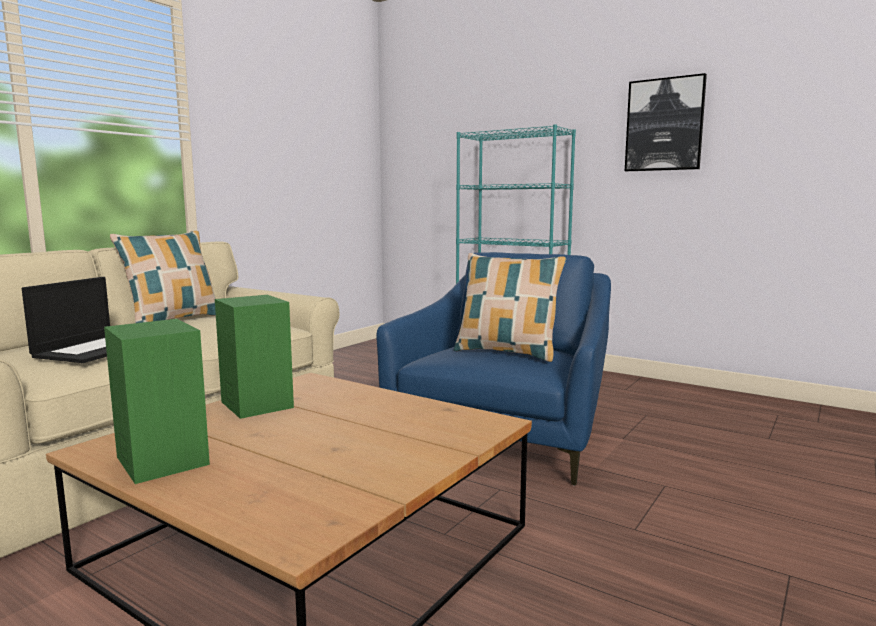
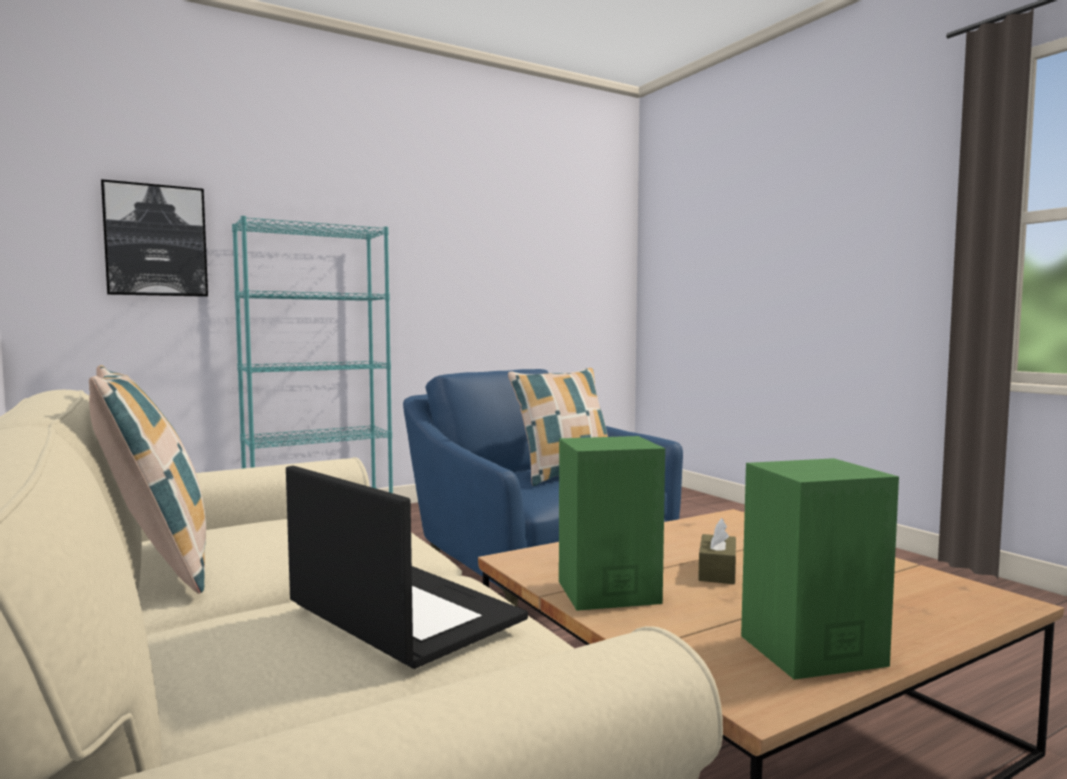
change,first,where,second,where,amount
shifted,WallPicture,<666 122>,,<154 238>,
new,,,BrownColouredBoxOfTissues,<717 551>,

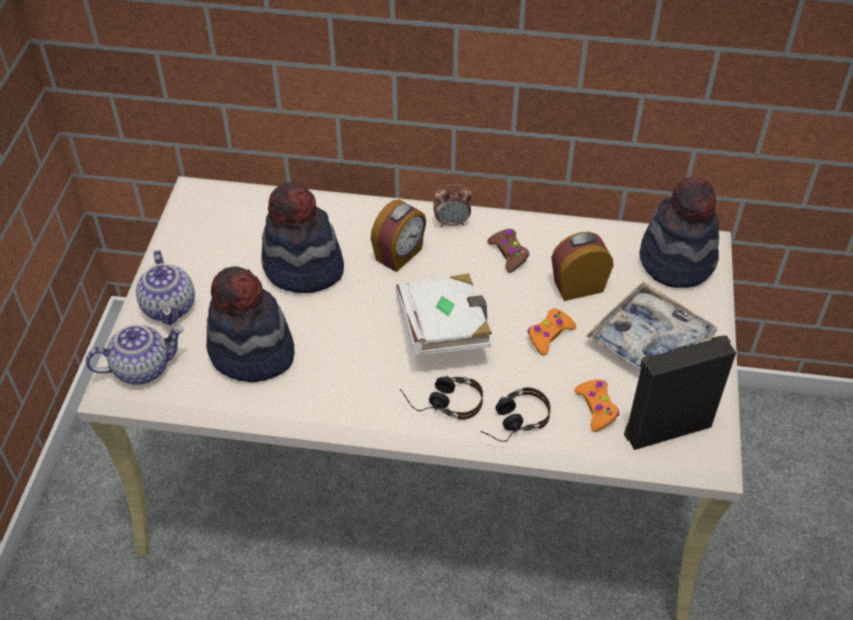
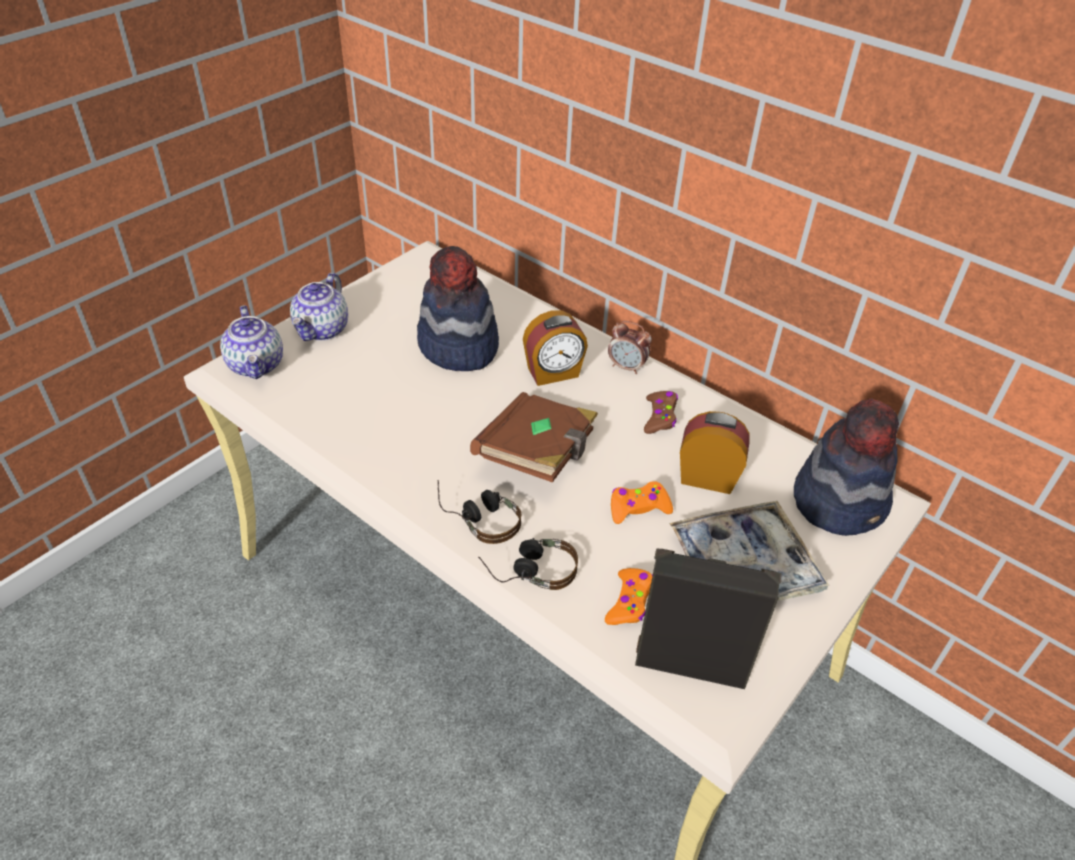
change,first,where,second,where,amount
gone,Hat,<250 324>,,,
repainted,WhitishVolume,<444 314>,BrownColouredVolume,<534 437>,
rotated,Teapot,<135 355>,,<251 342>,60 degrees clockwise

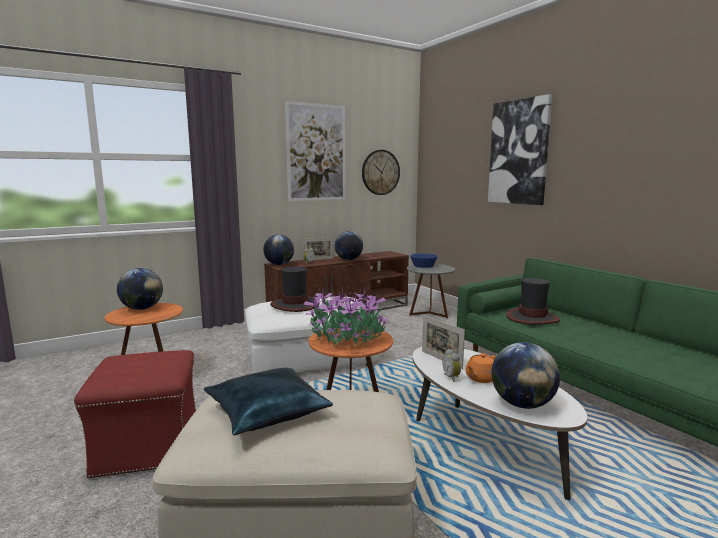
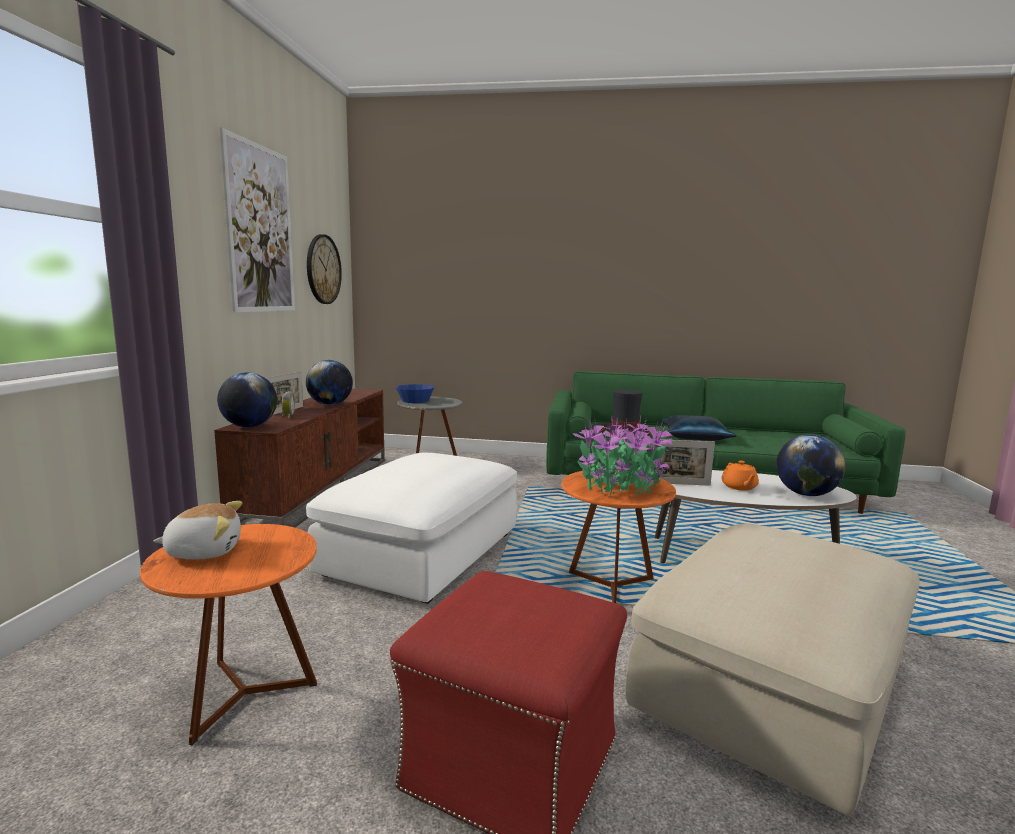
change,first,where,second,where,amount
gone,WallPicture,<520 149>,,,
gone,Hat,<294 289>,,,
swapped,DeskGlobe,<140 289>,CuddlyToy,<198 530>,
gone,TableClock,<451 365>,,,
shifted,BlueColouredCushion,<268 401>,,<699 427>,

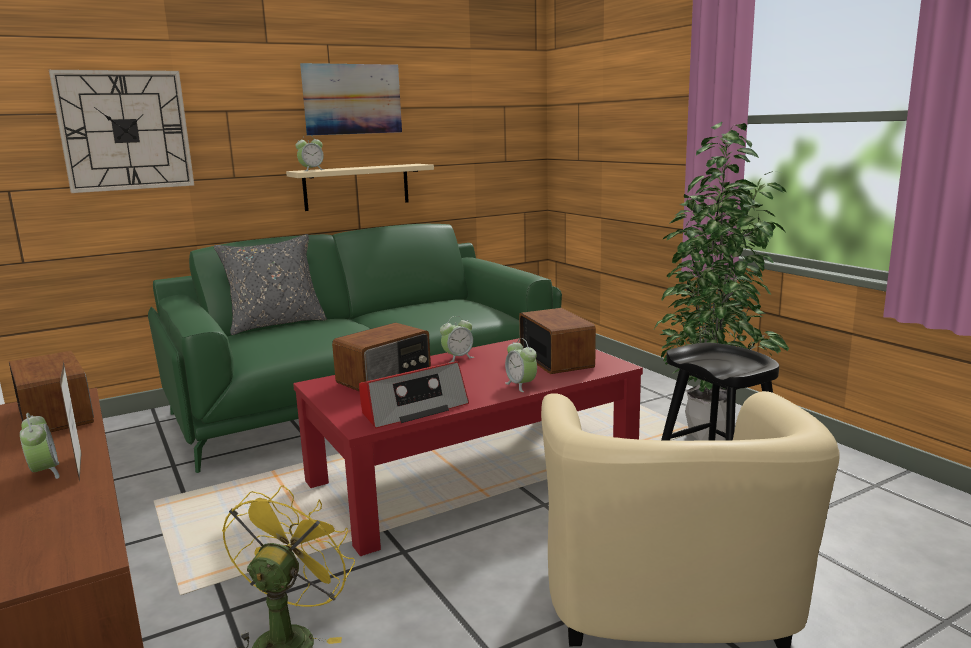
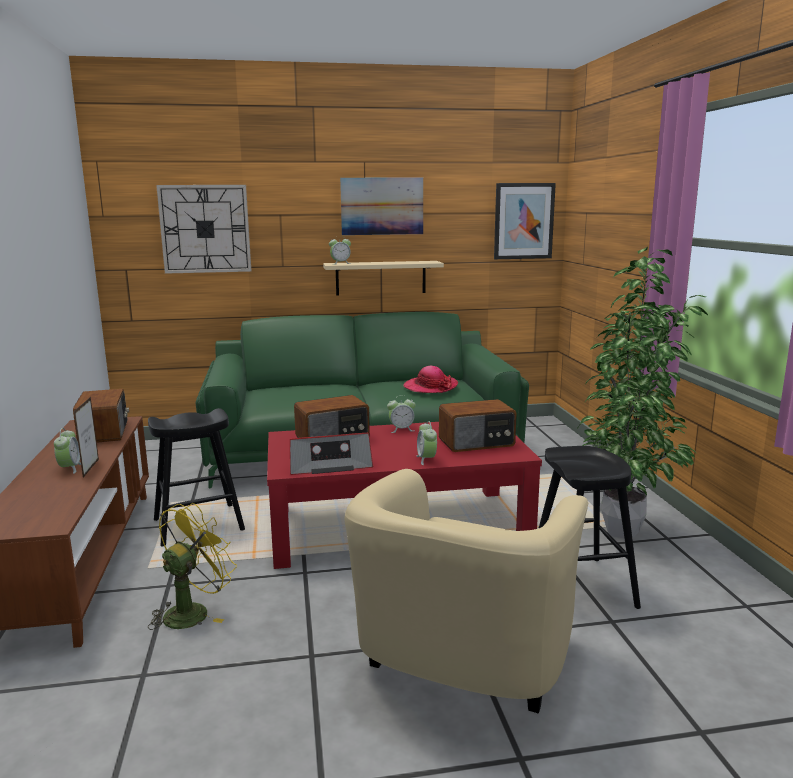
change,first,where,second,where,amount
gone,GreyishCushion,<270 284>,,,
rotated,RadioSet,<557 341>,,<478 425>,75 degrees clockwise
new,,,WallPicture,<525 221>,
new,,,Hat,<430 379>,
new,,,BlackStool,<196 477>,

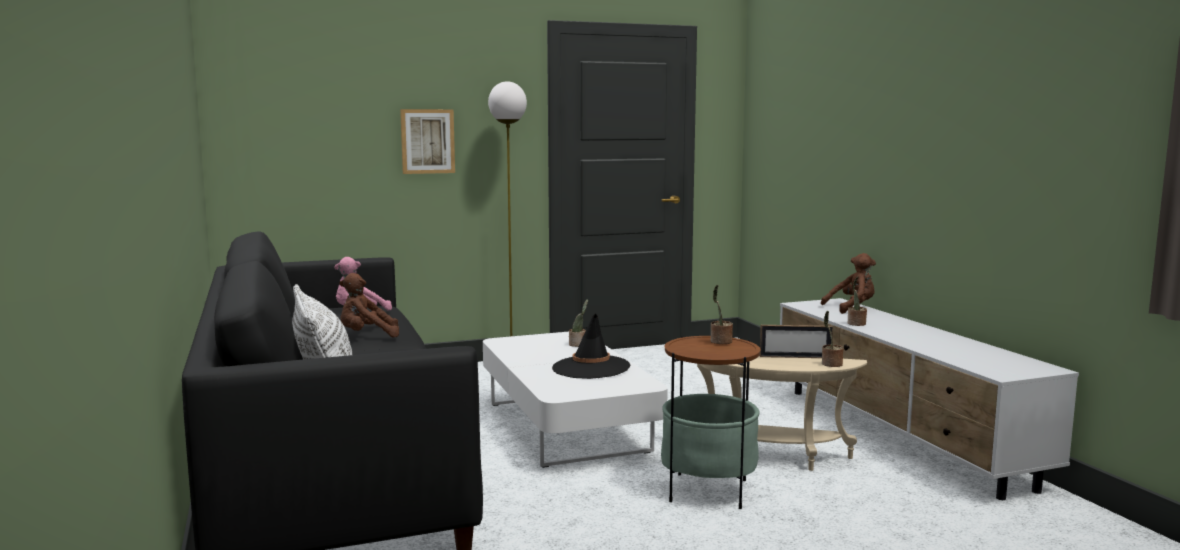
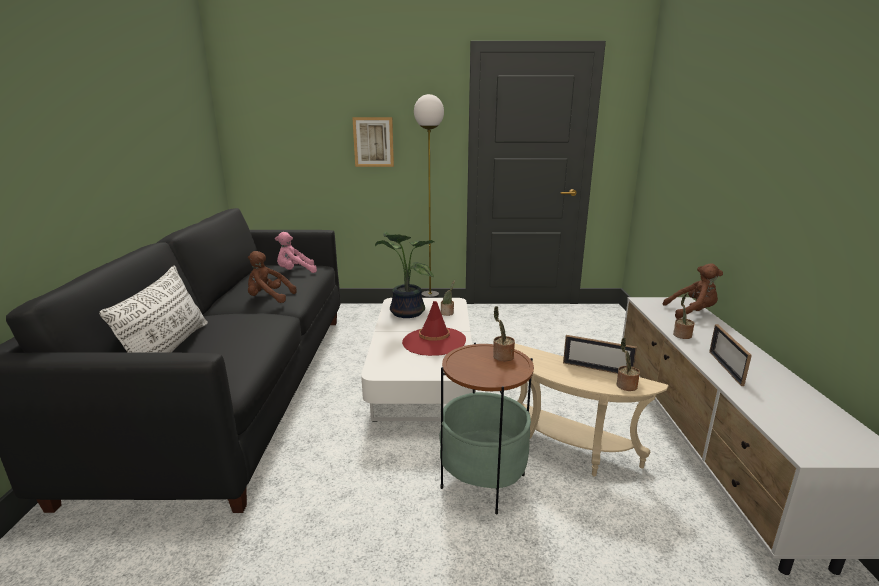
change,first,where,second,where,amount
repainted,BlackHat,<591 346>,RedHat,<434 328>,
new,,,Houseplant,<404 275>,
new,,,PhotoFrame,<730 355>,

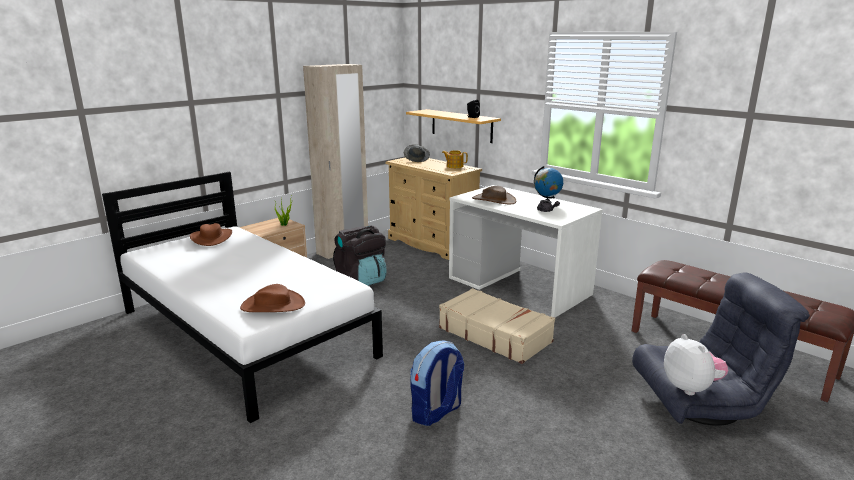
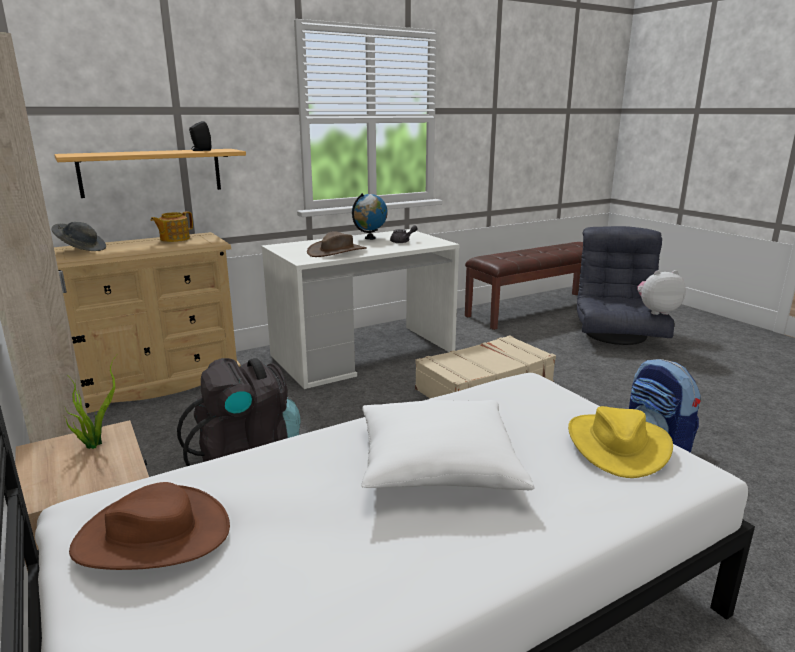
change,first,where,second,where,amount
repainted,BrownColouredHat,<272 298>,YellowishHat,<620 442>,
new,,,WhitishCushion,<448 445>,

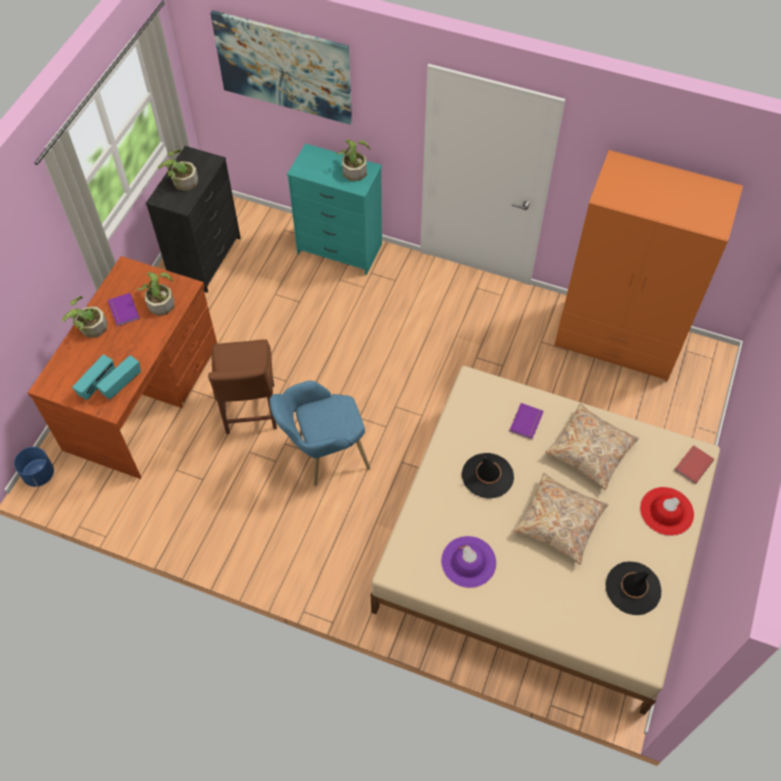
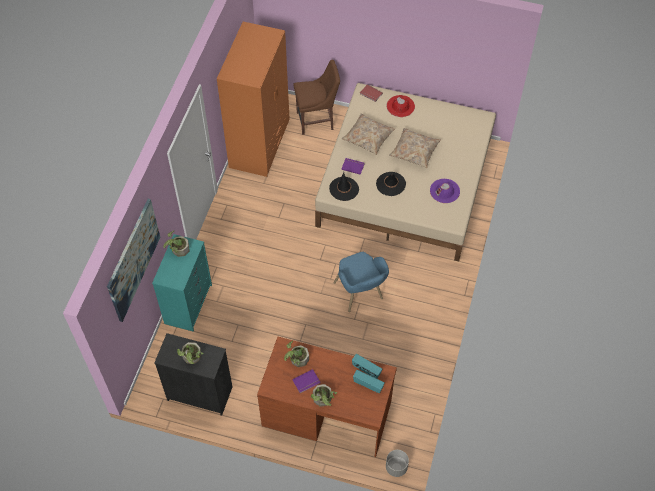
change,first,where,second,where,amount
shifted,BrownColouredUprightChair,<242 386>,,<317 97>,
repainted,BlueColouredPlanter,<34 467>,GreyishPlanter,<397 463>,
shifted,BlackHat,<633 588>,,<344 186>,

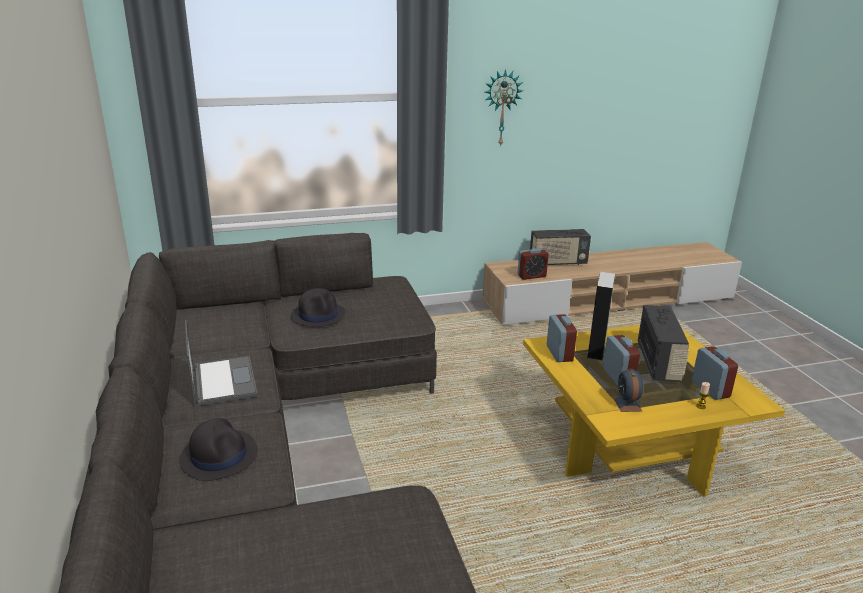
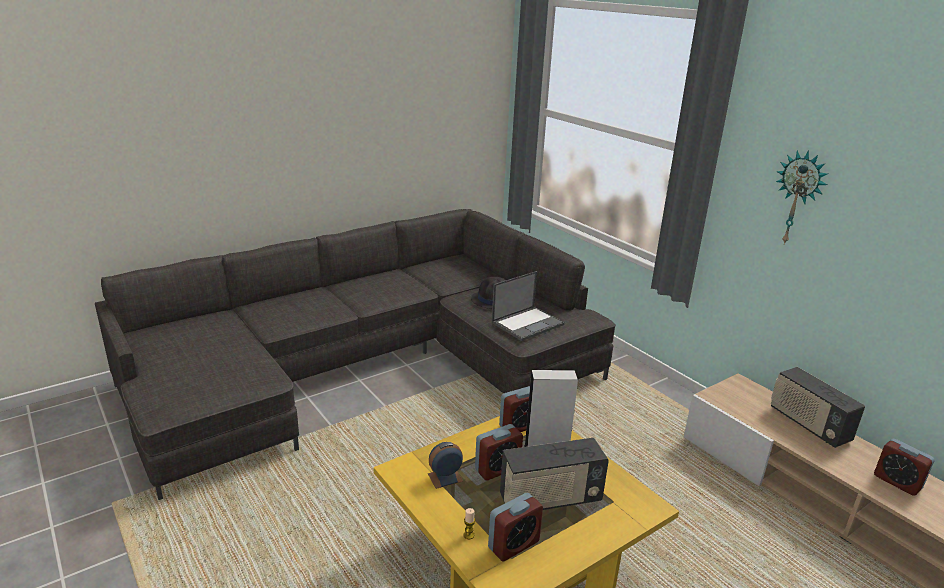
change,first,where,second,where,amount
shifted,TableClock,<533 264>,,<904 467>,
shifted,PortableComputer,<221 362>,,<528 306>,
gone,BlackHat,<218 449>,,,

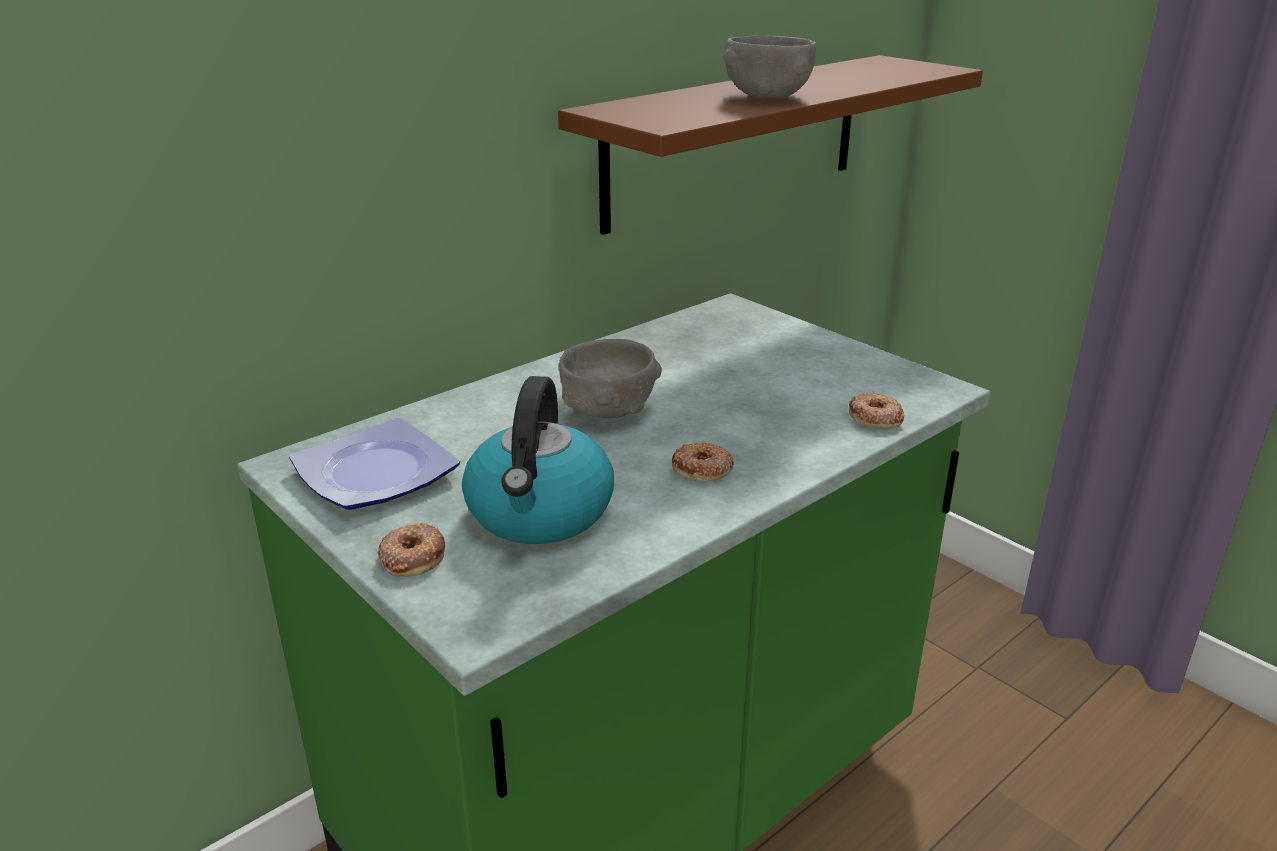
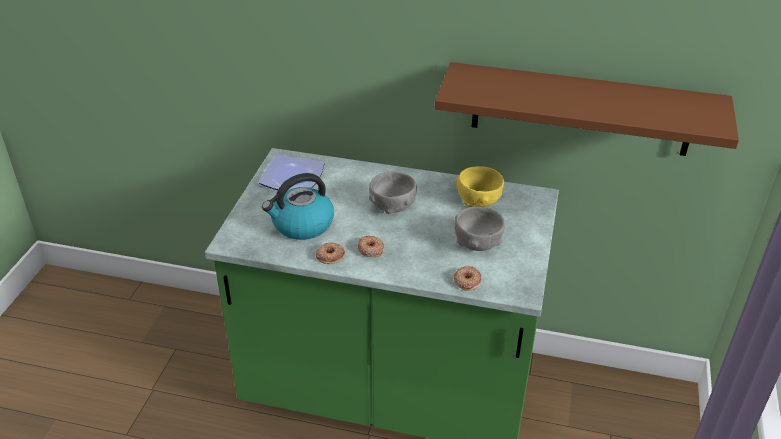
change,first,where,second,where,amount
shifted,GreyishDeepDish,<769 67>,,<479 228>,
shifted,RingDoughnut,<411 550>,,<330 253>,
new,,,YellowishDeepDish,<479 186>,

